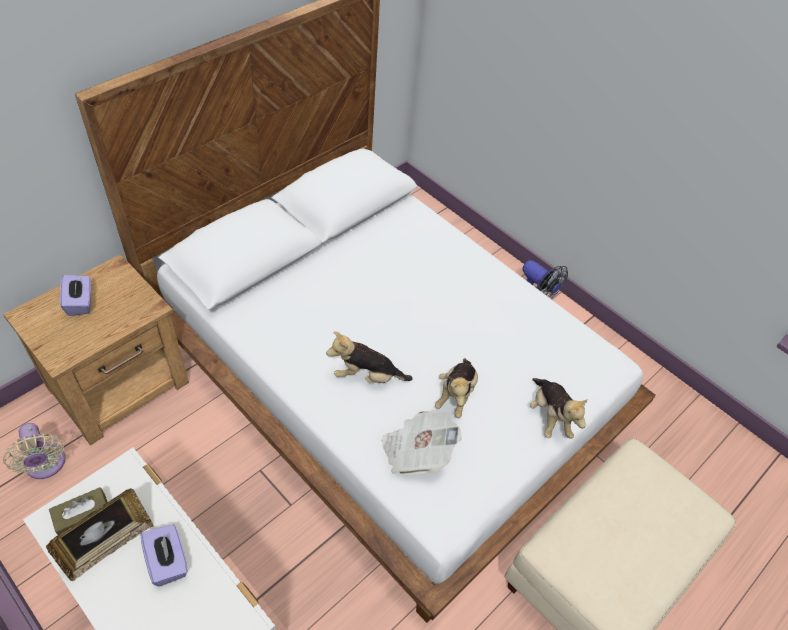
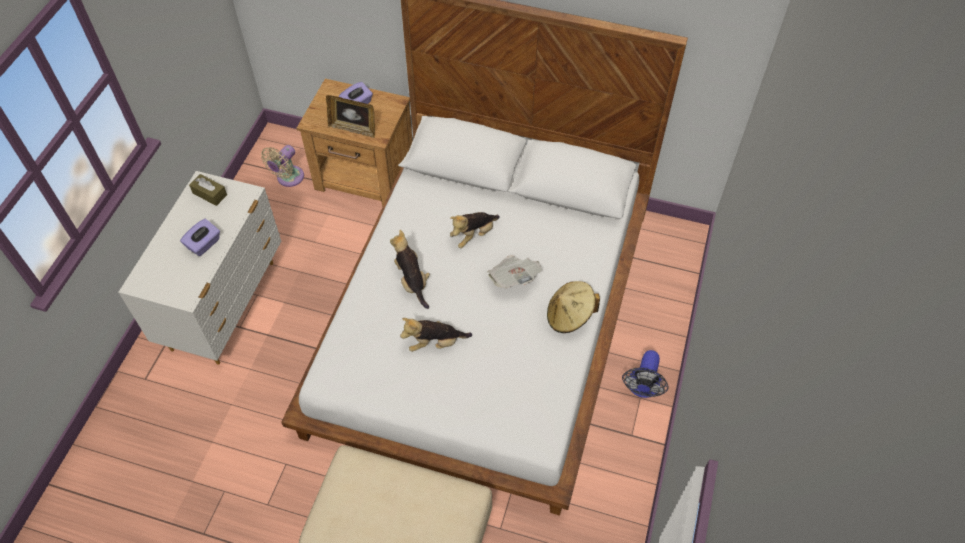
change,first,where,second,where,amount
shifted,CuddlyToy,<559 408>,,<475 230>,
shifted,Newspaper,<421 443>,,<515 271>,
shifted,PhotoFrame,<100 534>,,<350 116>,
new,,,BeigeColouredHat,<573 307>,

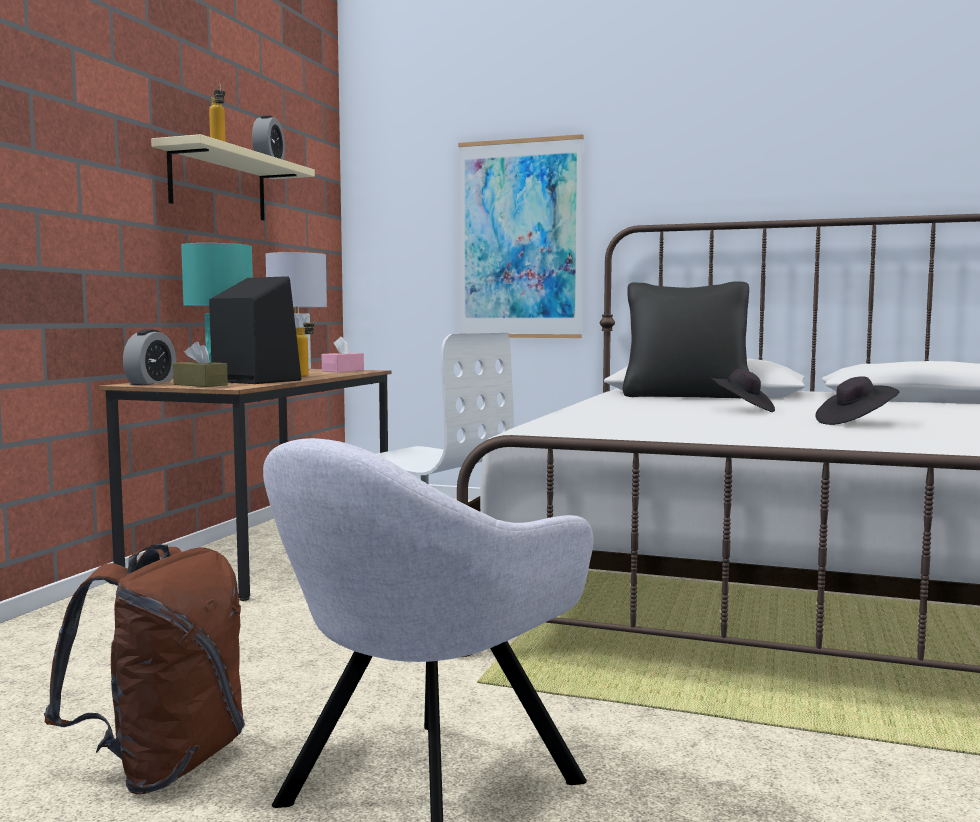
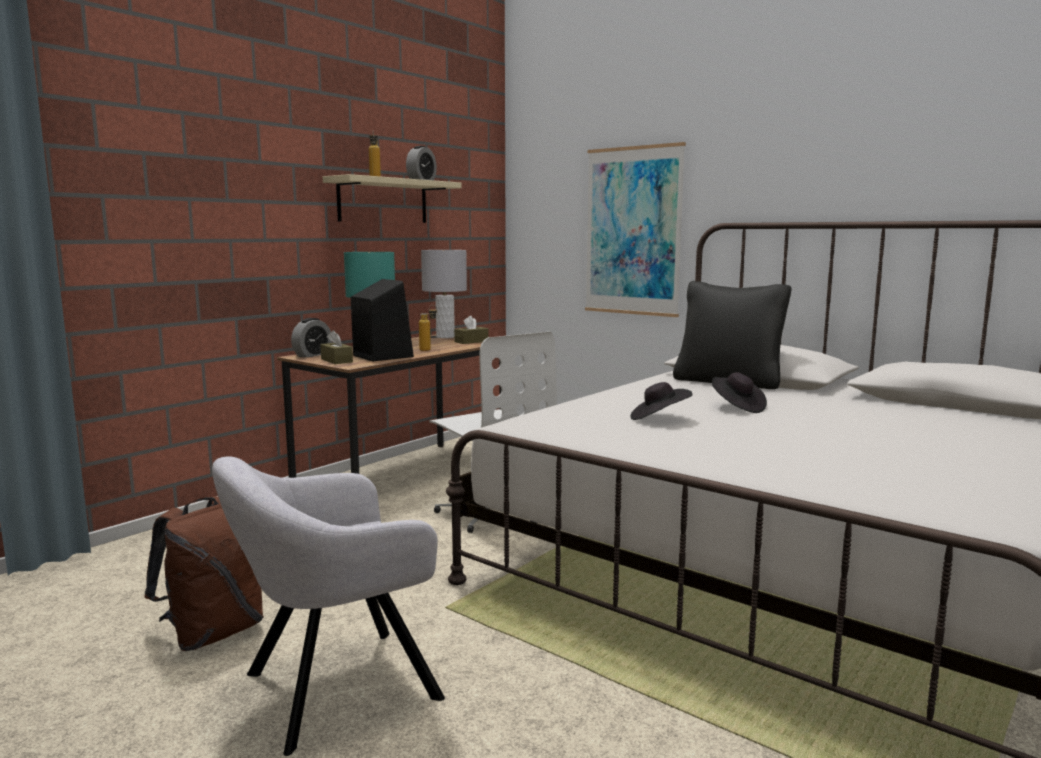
change,first,where,second,where,amount
repainted,PinkishBoxOfTissues,<343 354>,BrownColouredBoxOfTissues,<471 330>,
shifted,BlackHat,<857 400>,,<662 401>,

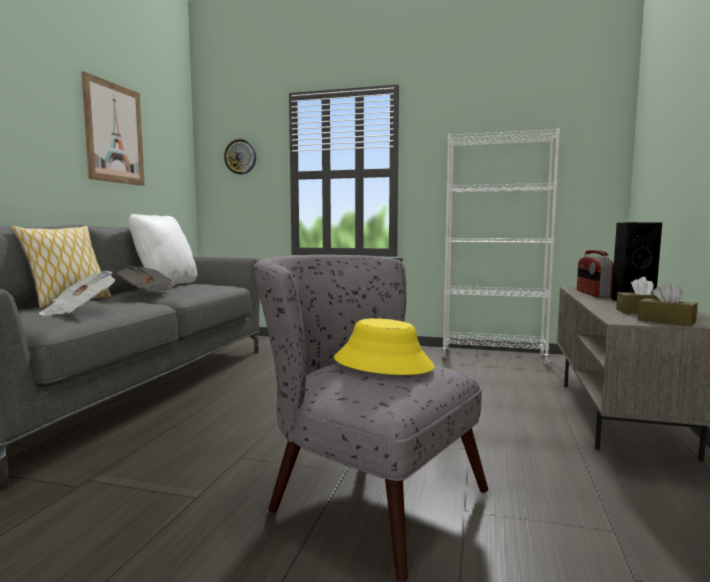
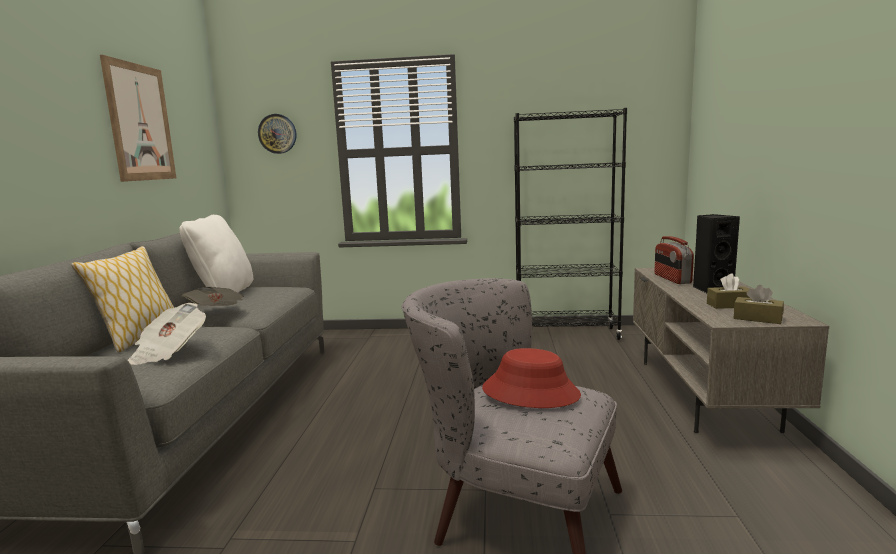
change,first,where,second,where,amount
repainted,WhitishBookcase,<501 246>,BlackBookcase,<570 224>,
repainted,YellowishHat,<384 346>,RedHat,<531 378>,

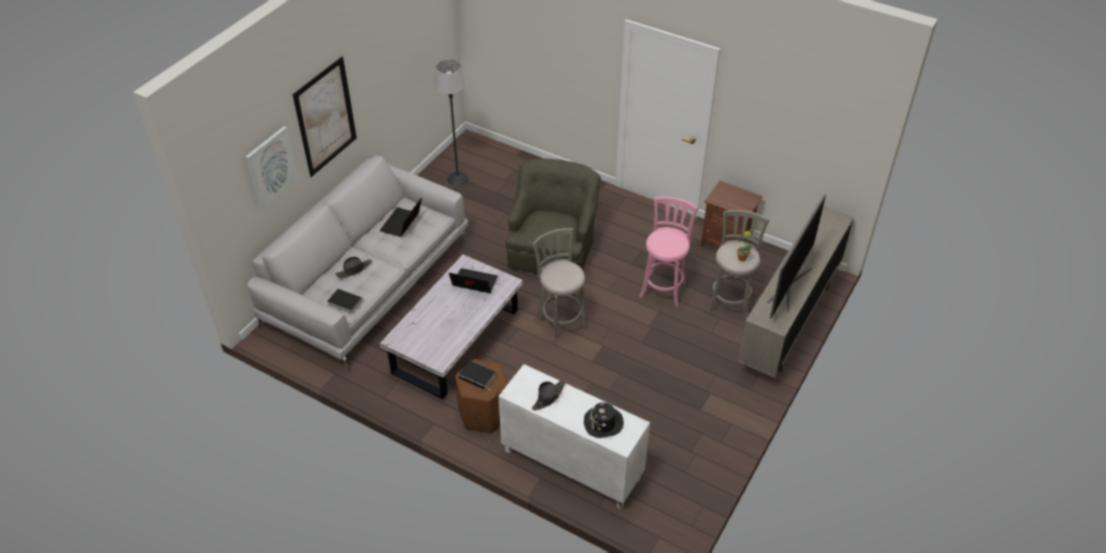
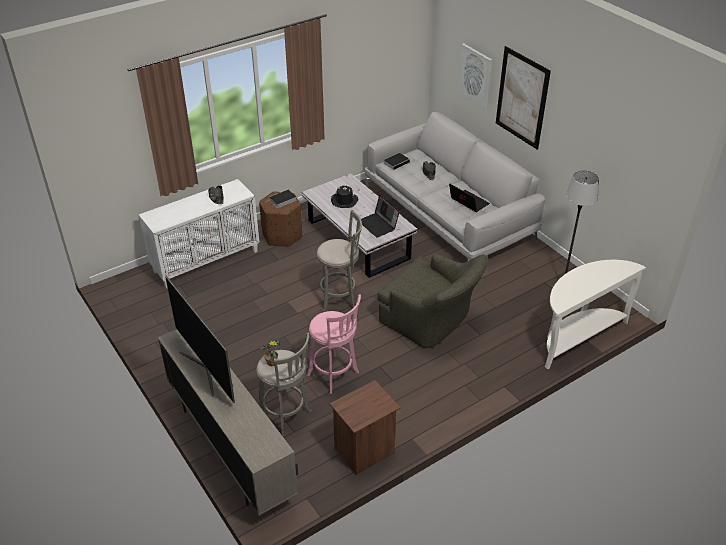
change,first,where,second,where,amount
rotated,PortableComputer,<473 280>,,<380 216>,105 degrees clockwise
shifted,BlackHat,<604 420>,,<345 196>,
new,,,WhitishConsoleTable,<595 314>,

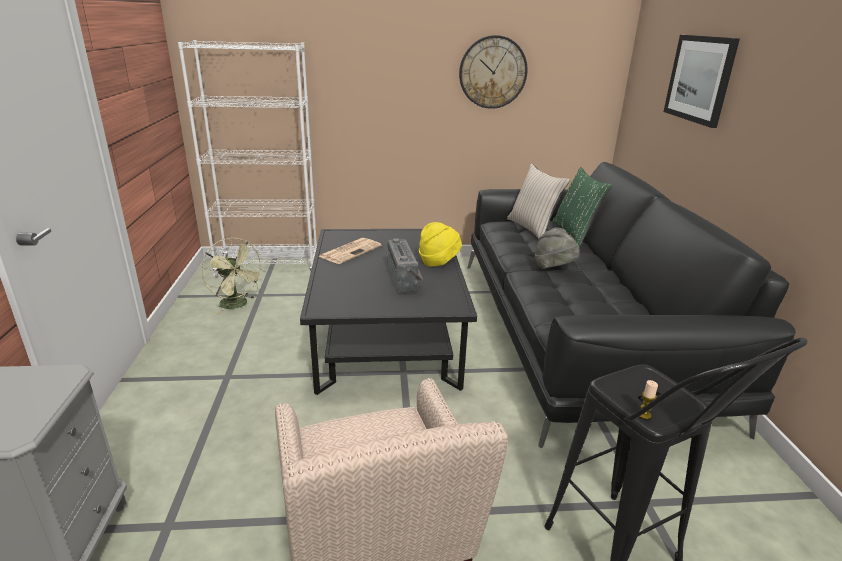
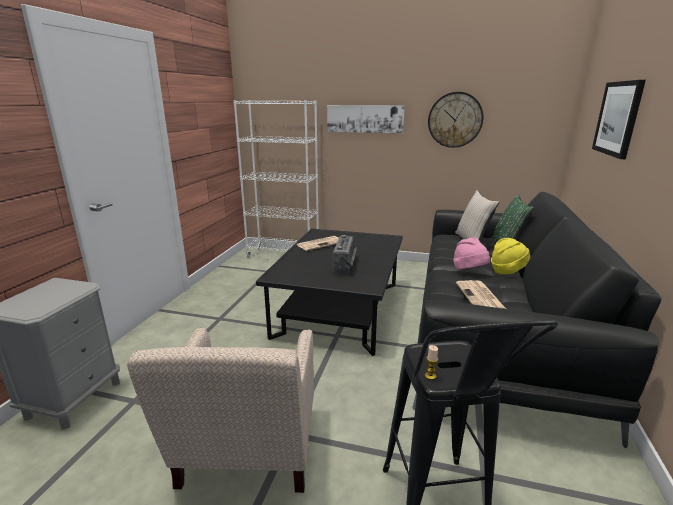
change,first,where,second,where,amount
shifted,YellowishHat,<440 244>,,<510 256>,
repainted,GreyishHat,<558 248>,PinkishHat,<471 253>,
gone,GreenishCoolingFan,<233 276>,,,
new,,,WallPicture,<366 119>,
new,,,Newspaper,<481 294>,

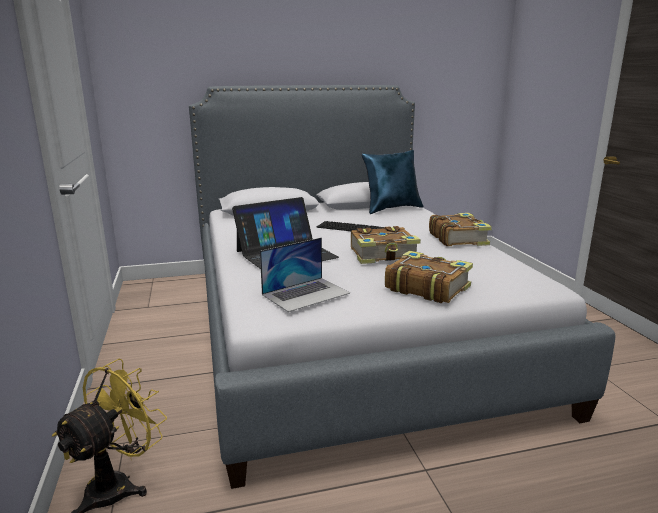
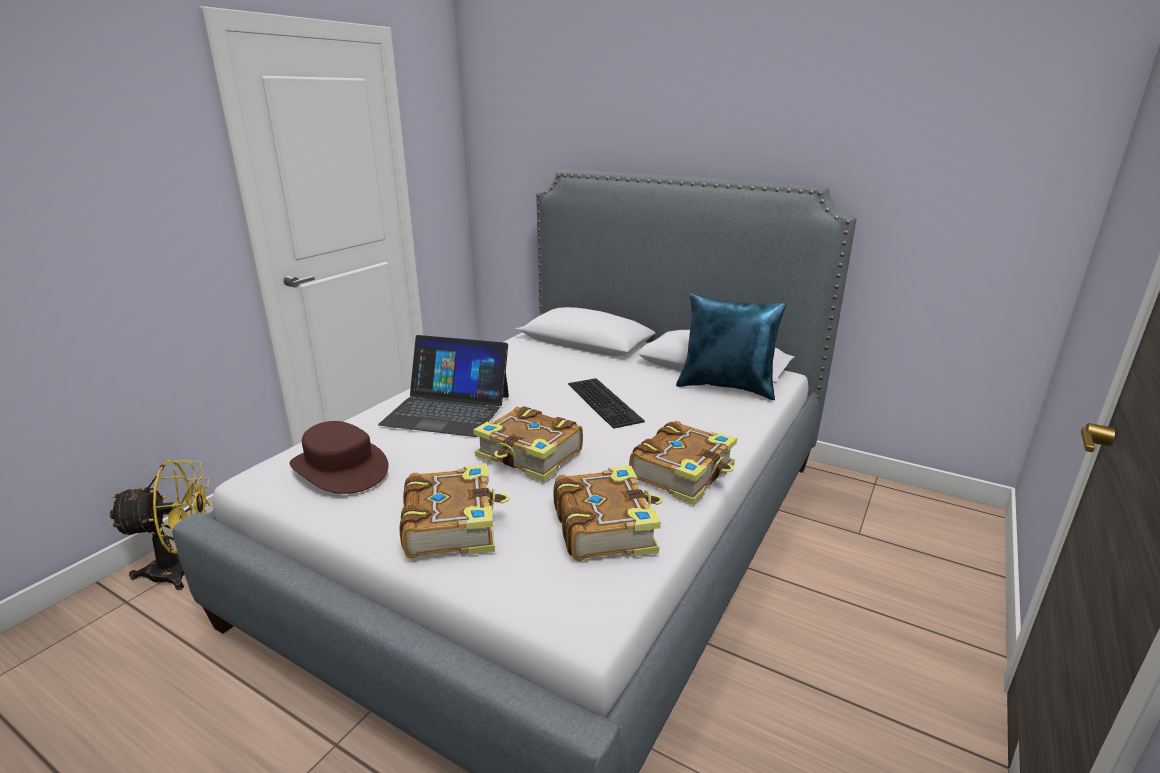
change,first,where,second,where,amount
swapped,PortableComputer,<305 274>,BrownColouredHat,<339 457>,
new,,,Volume,<608 513>,

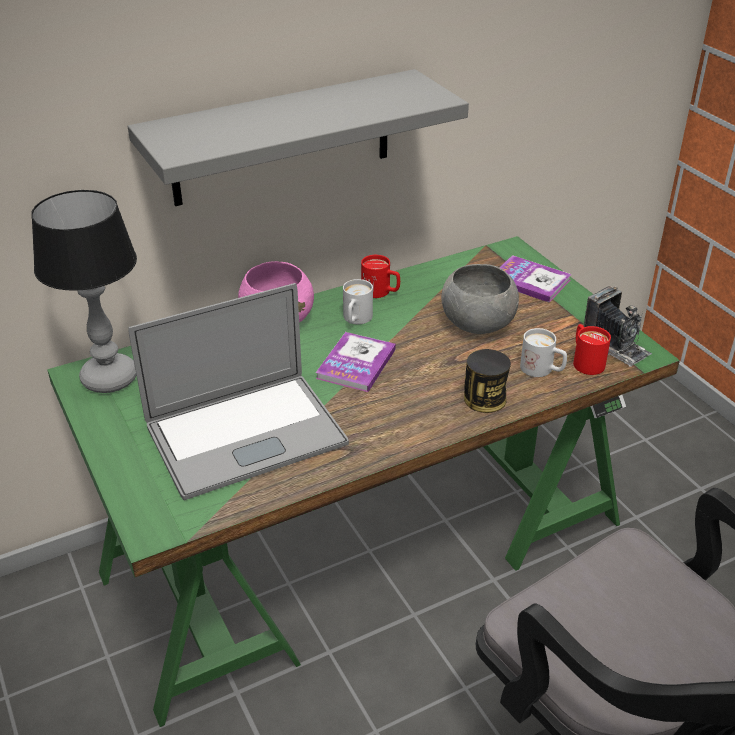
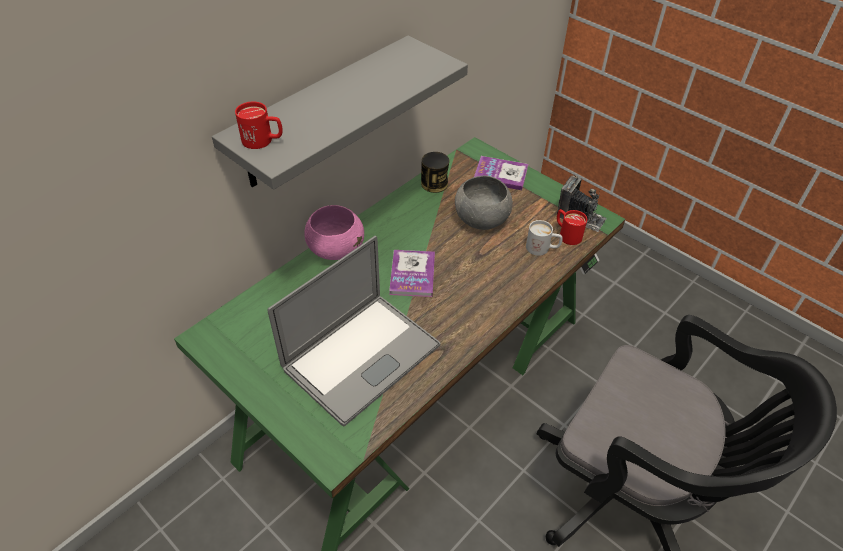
change,first,where,second,where,amount
gone,TabletopLamp,<84 291>,,,
shifted,RedMug,<380 276>,,<259 125>,
gone,WhitishMug,<358 301>,,,
shifted,Can,<487 381>,,<435 172>,

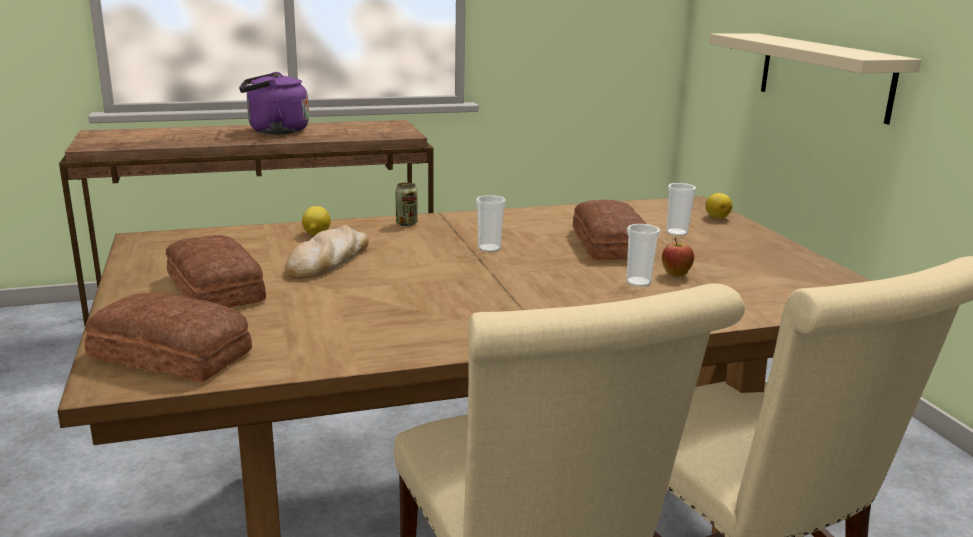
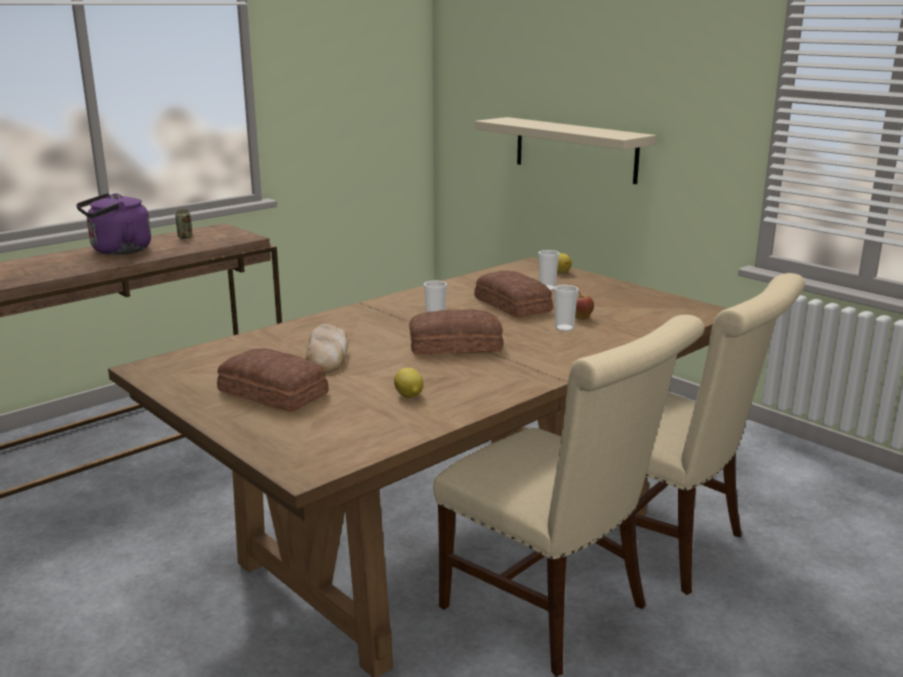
change,first,where,second,where,amount
shifted,Can,<407 204>,,<184 224>,
shifted,Lemon,<316 220>,,<408 383>,
shifted,Bread,<168 337>,,<456 332>,

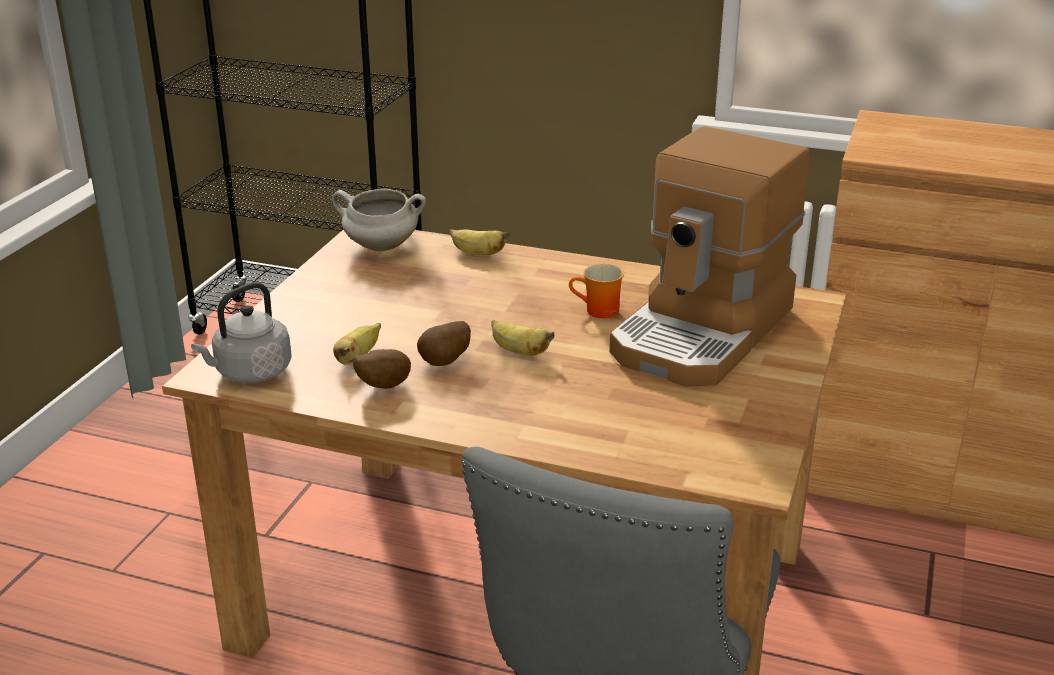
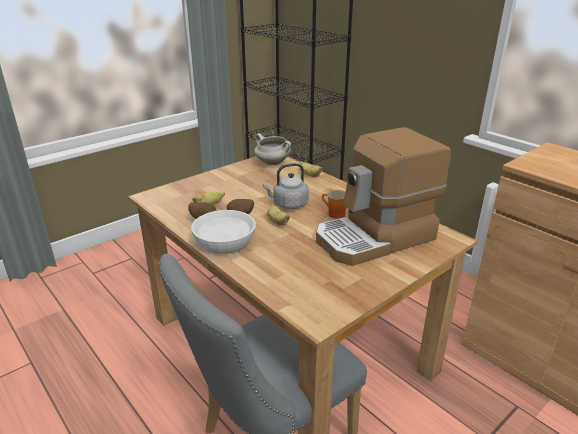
change,first,where,second,where,amount
shifted,GreyishKettle,<241 332>,,<286 186>,
new,,,WhitishDeepDish,<223 232>,

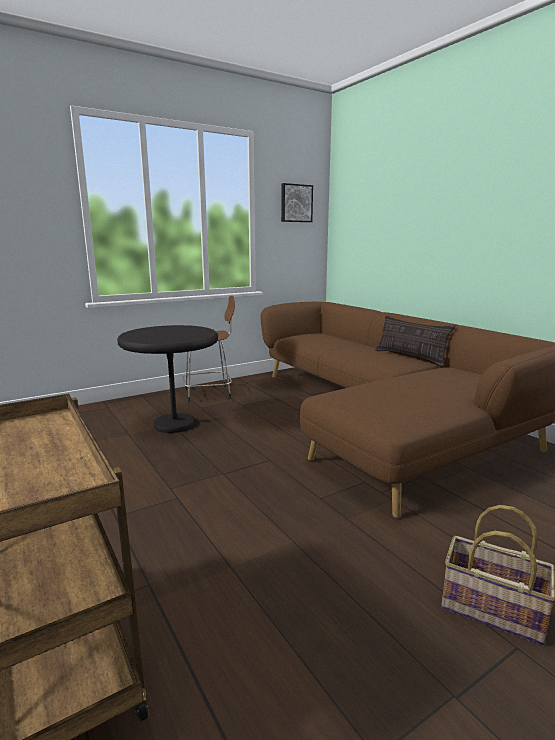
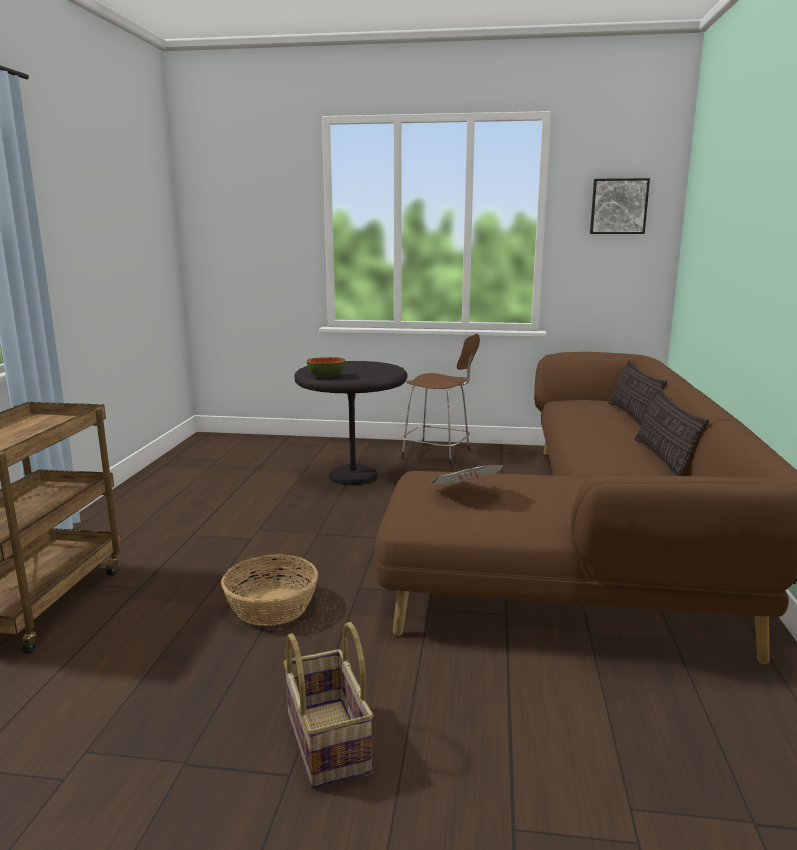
change,first,where,second,where,amount
new,,,DeepDish,<326 367>,
new,,,Cushion,<637 393>,
new,,,Newspaper,<466 475>,
new,,,Basket,<269 590>,

